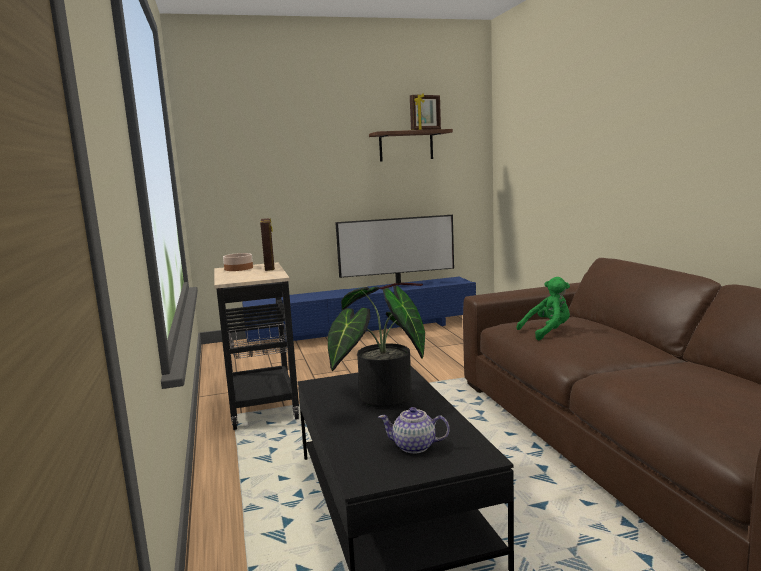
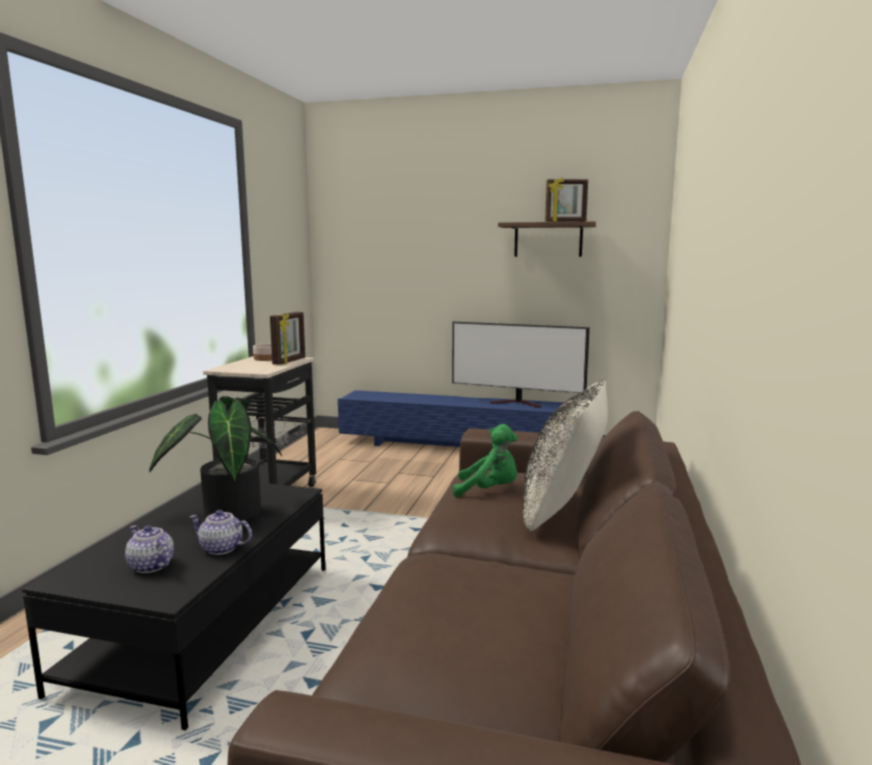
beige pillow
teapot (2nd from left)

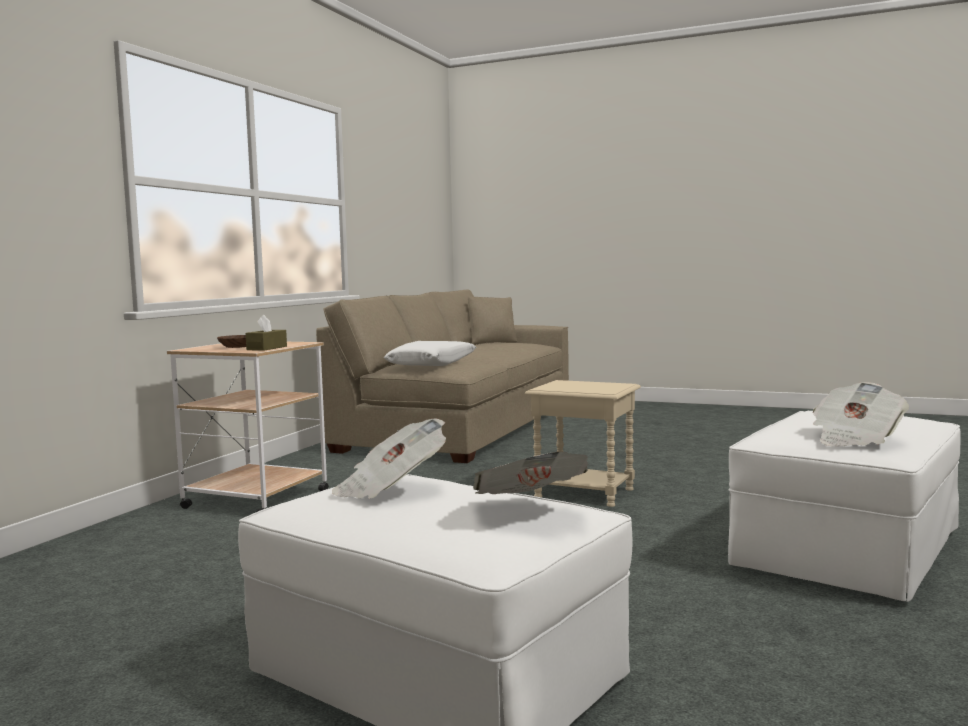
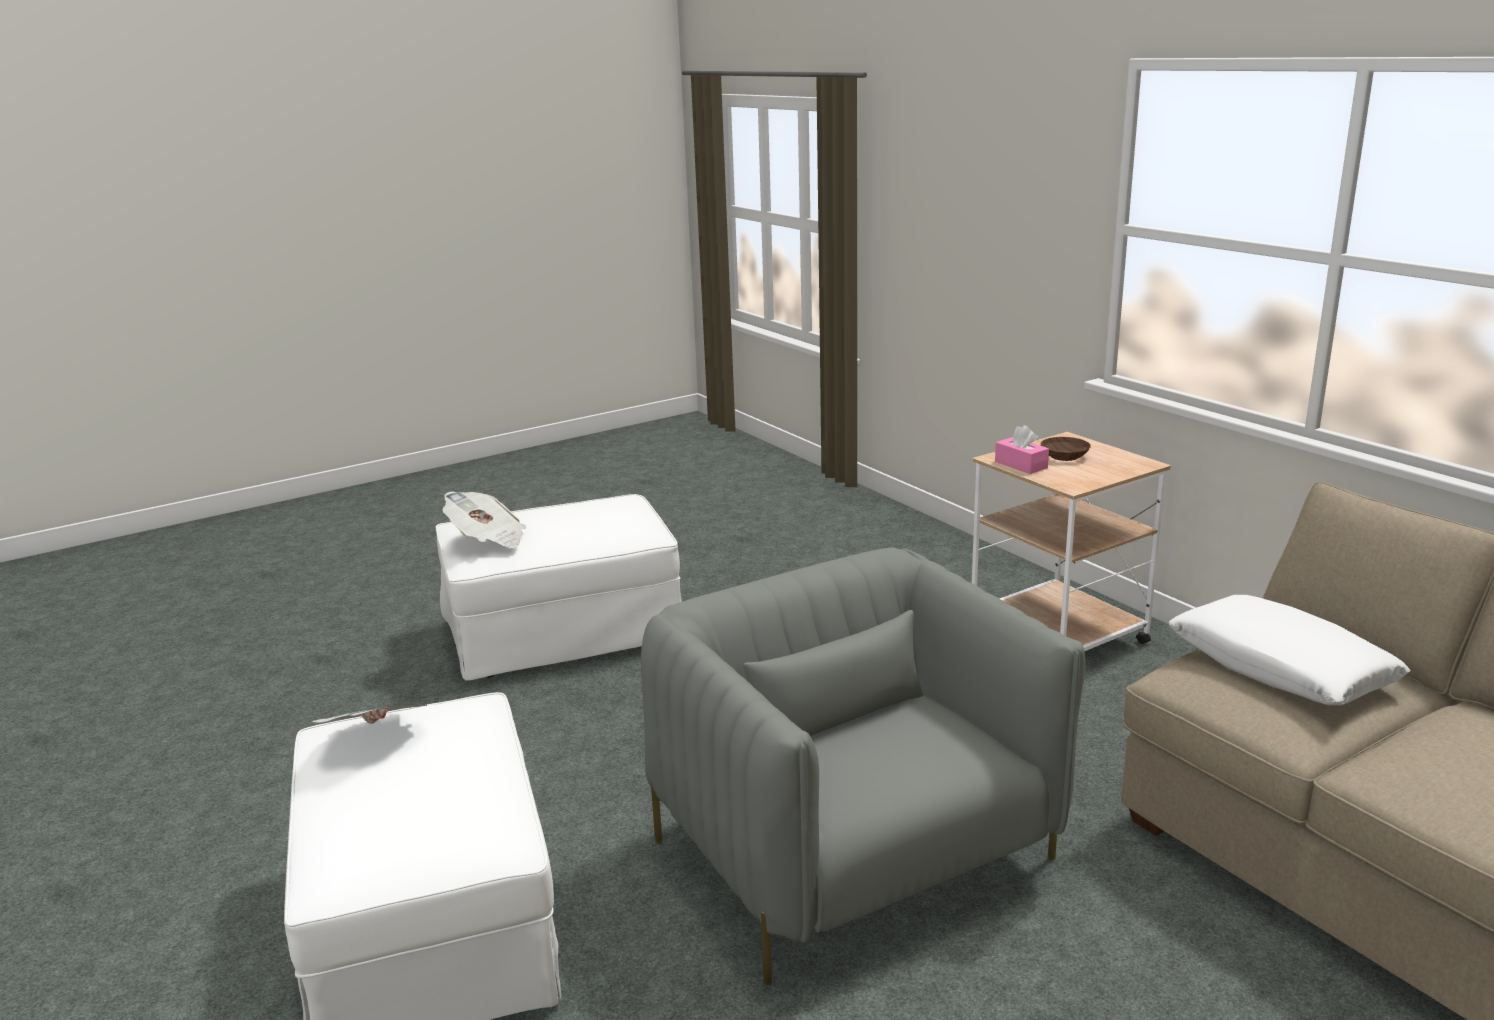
pink tissue box
grey armchair
newspaper (1st from left in the first image)

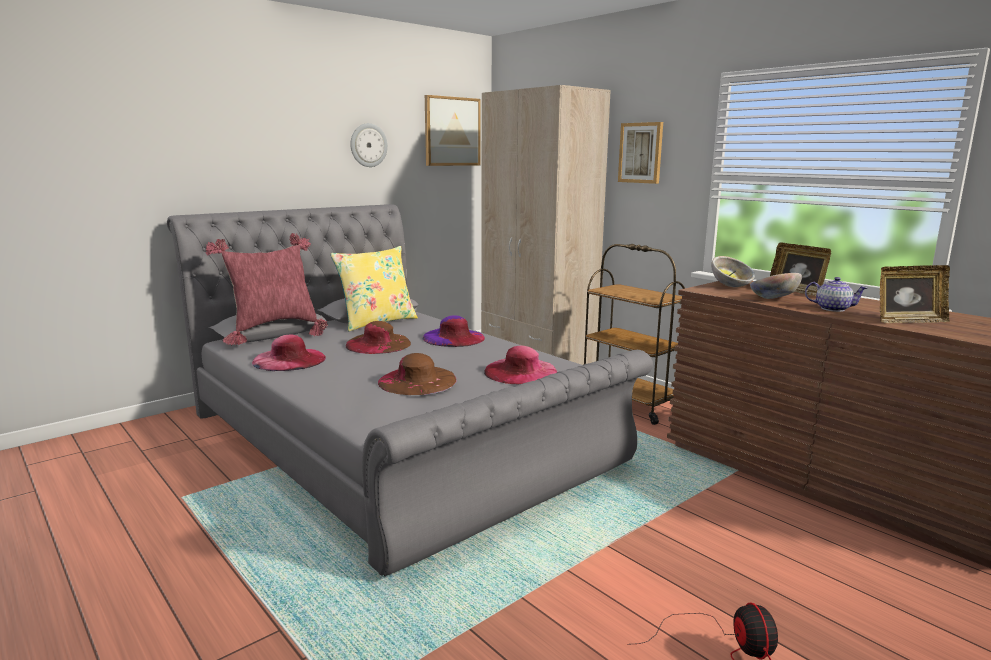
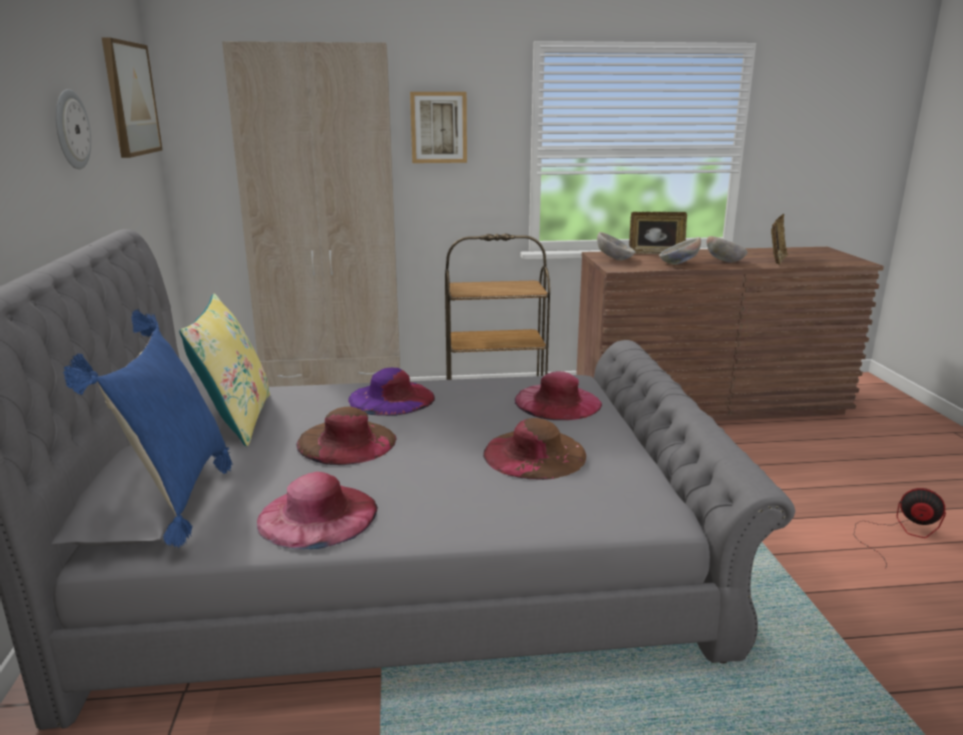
blue pillow
bowl (3rd from left)

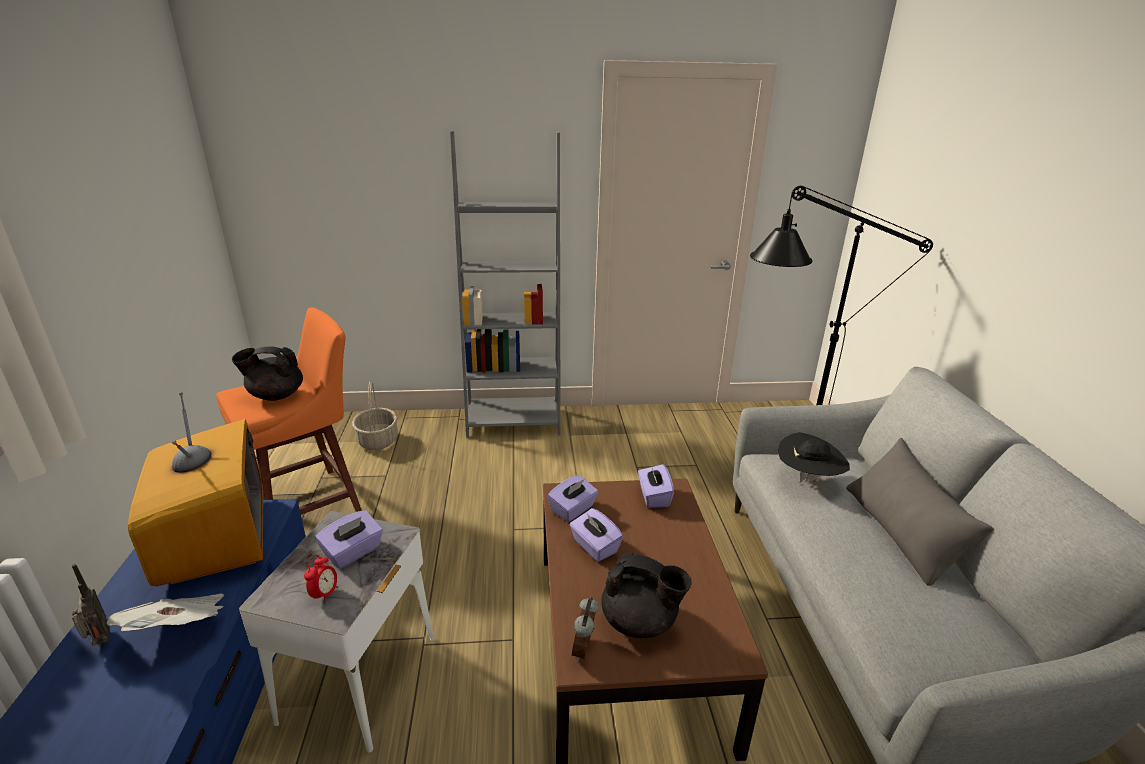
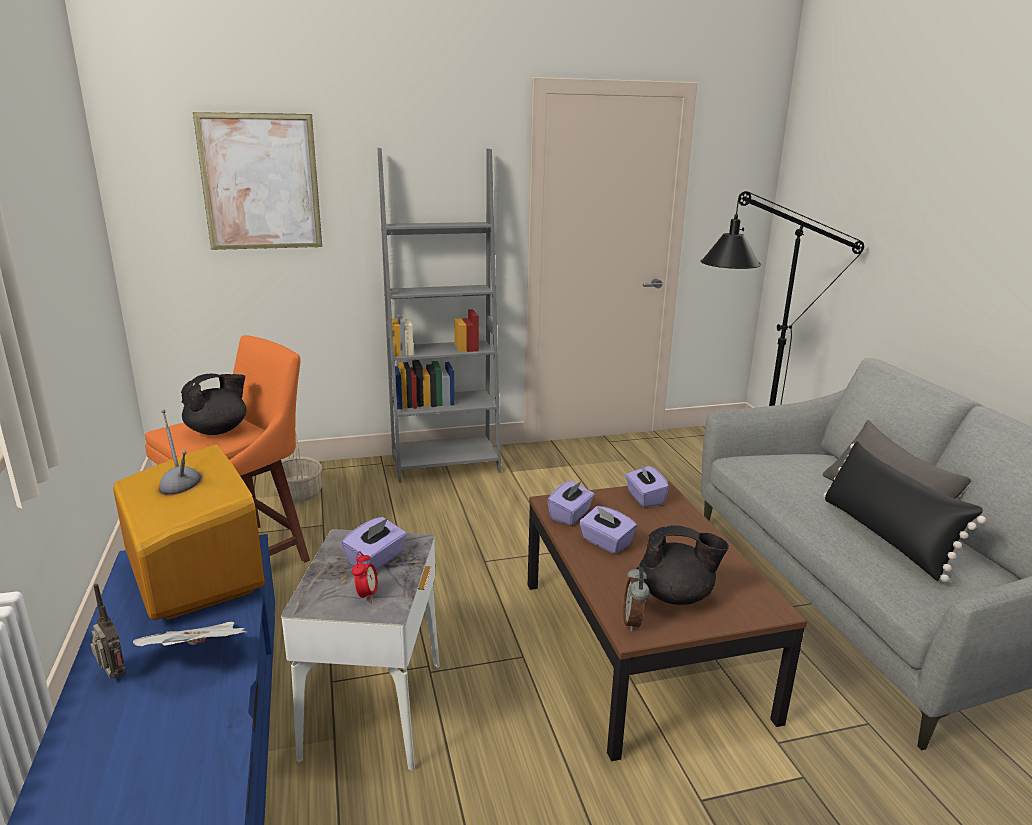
black teapot (1st from left)
black hat
picture
black pillow

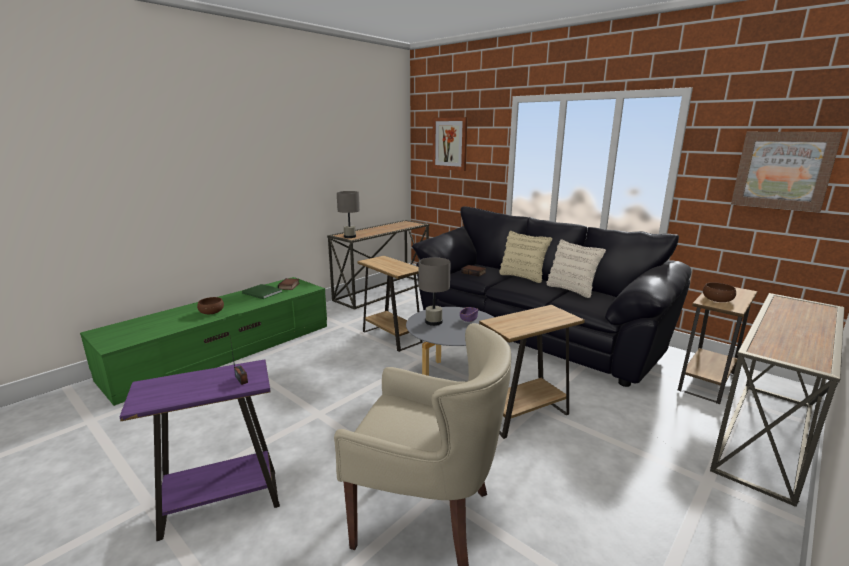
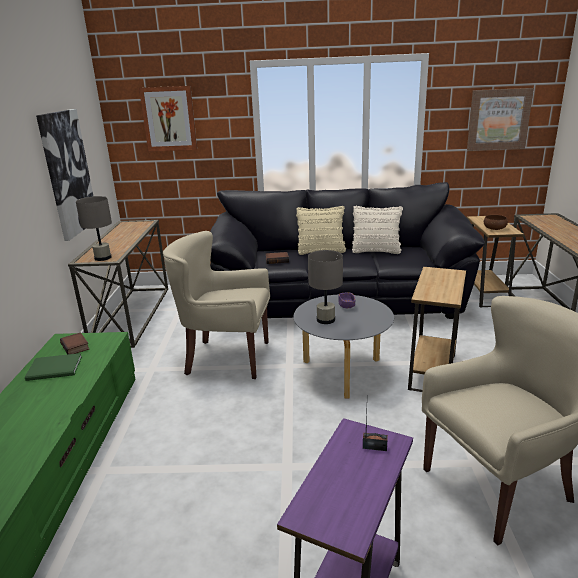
beige armchair (1st from left)
brown bowl (1st from left in the first image)
picture (1st from left)

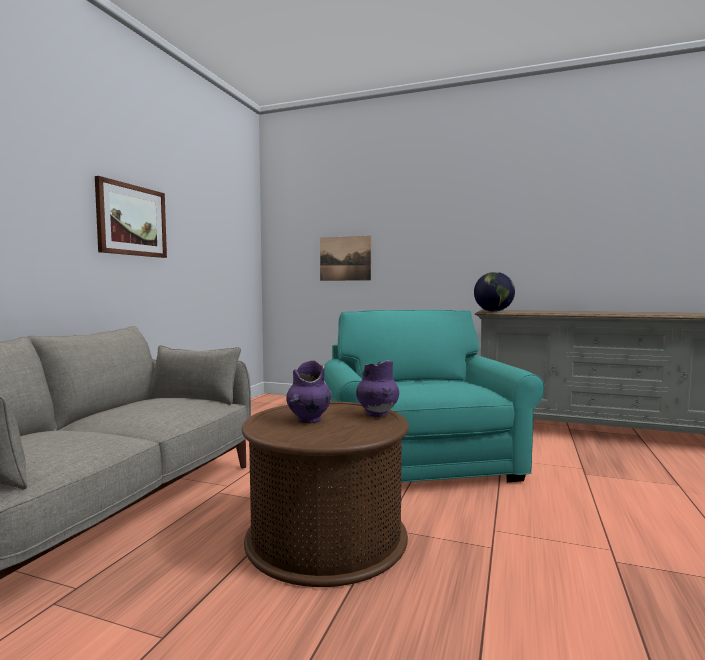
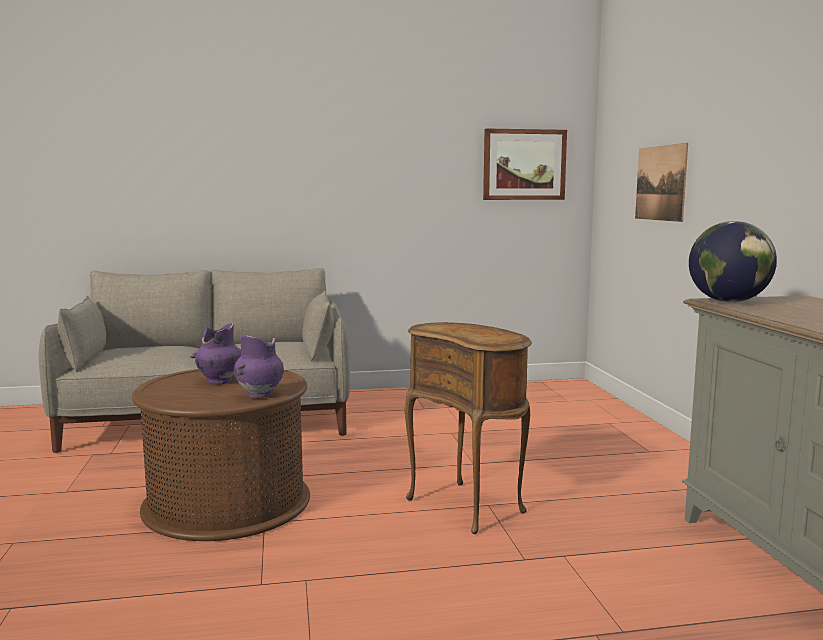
picture (1st from left)
brown side table

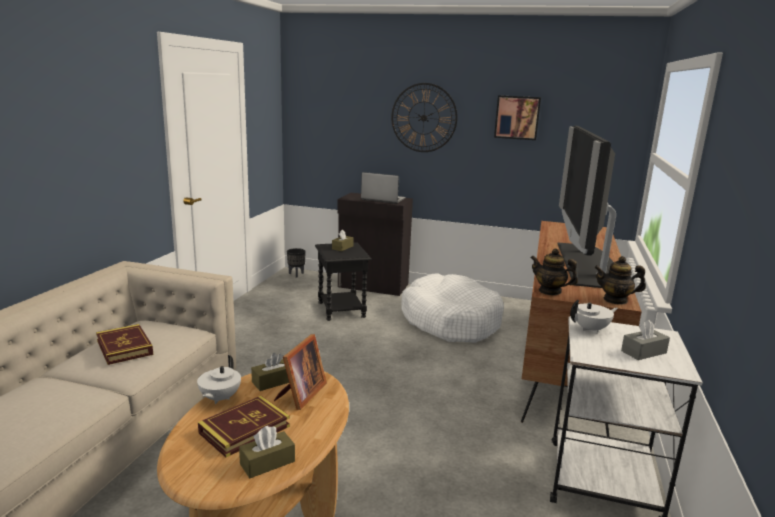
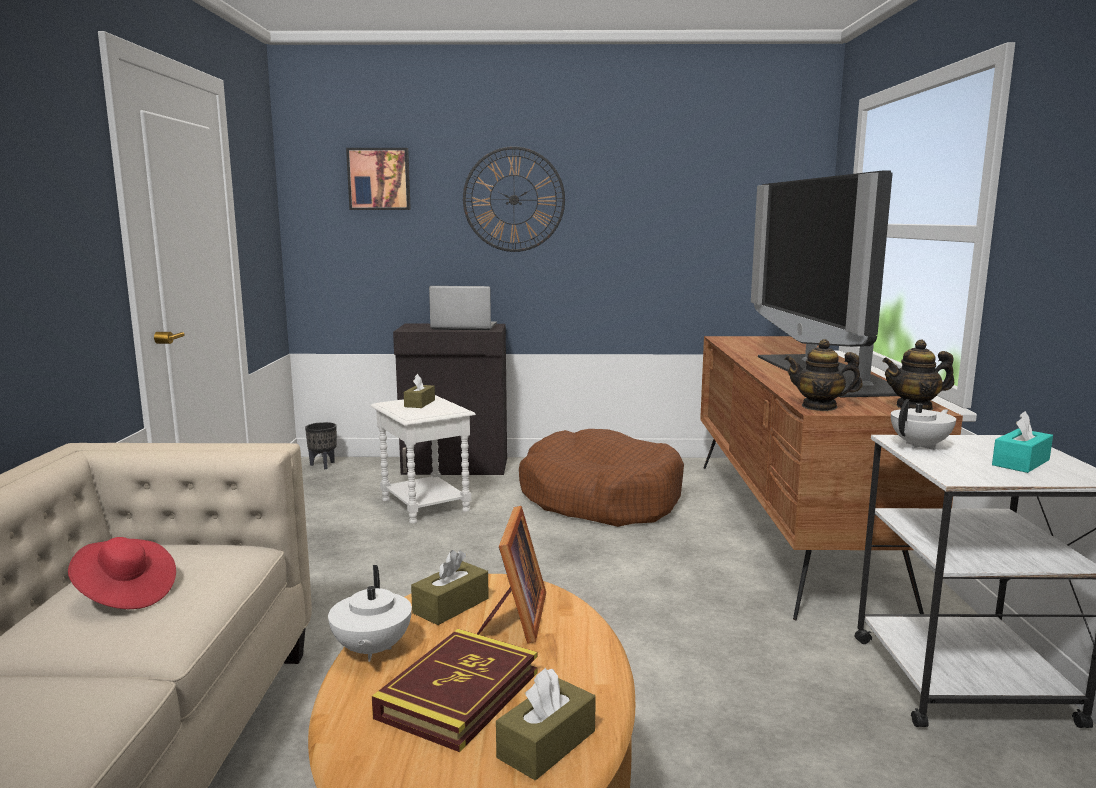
picture
white side table
brown dog bed
turquoise tissue box
red hat

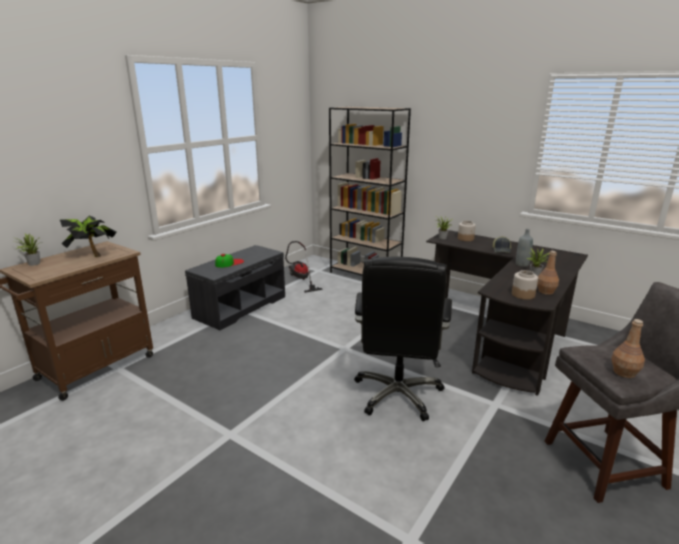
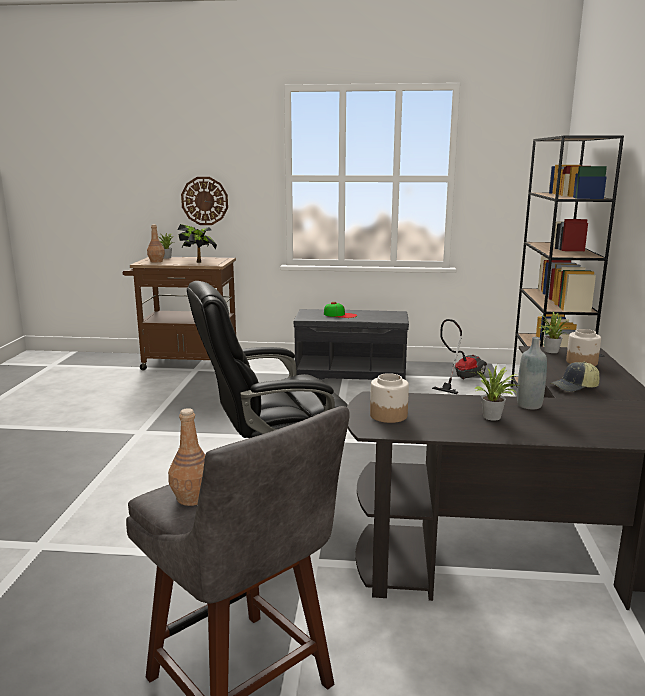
brown bottle (1st from left)
wall clock

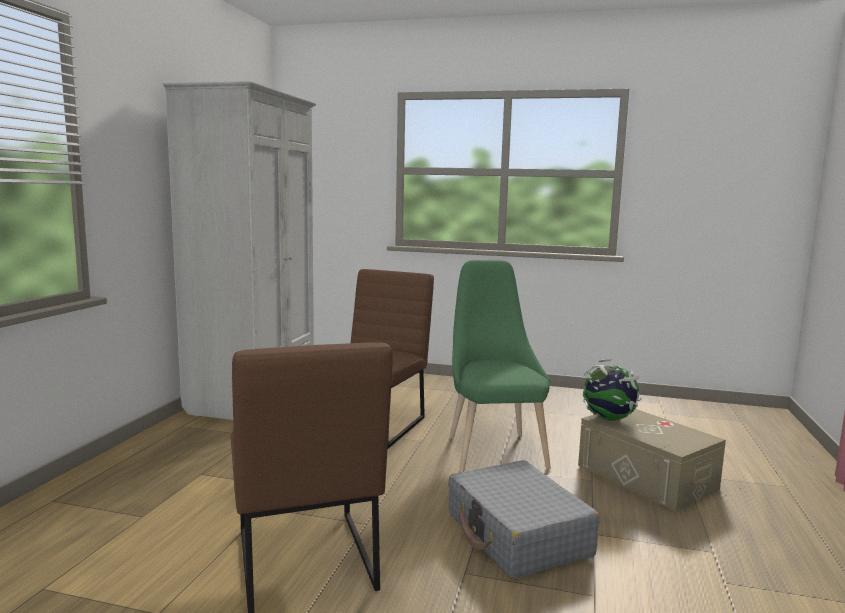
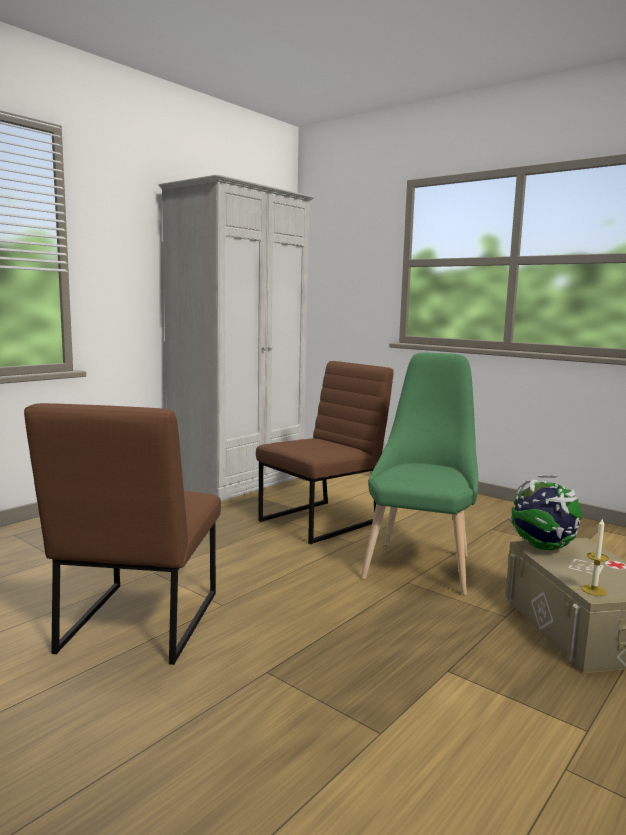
grey suitcase
candle

